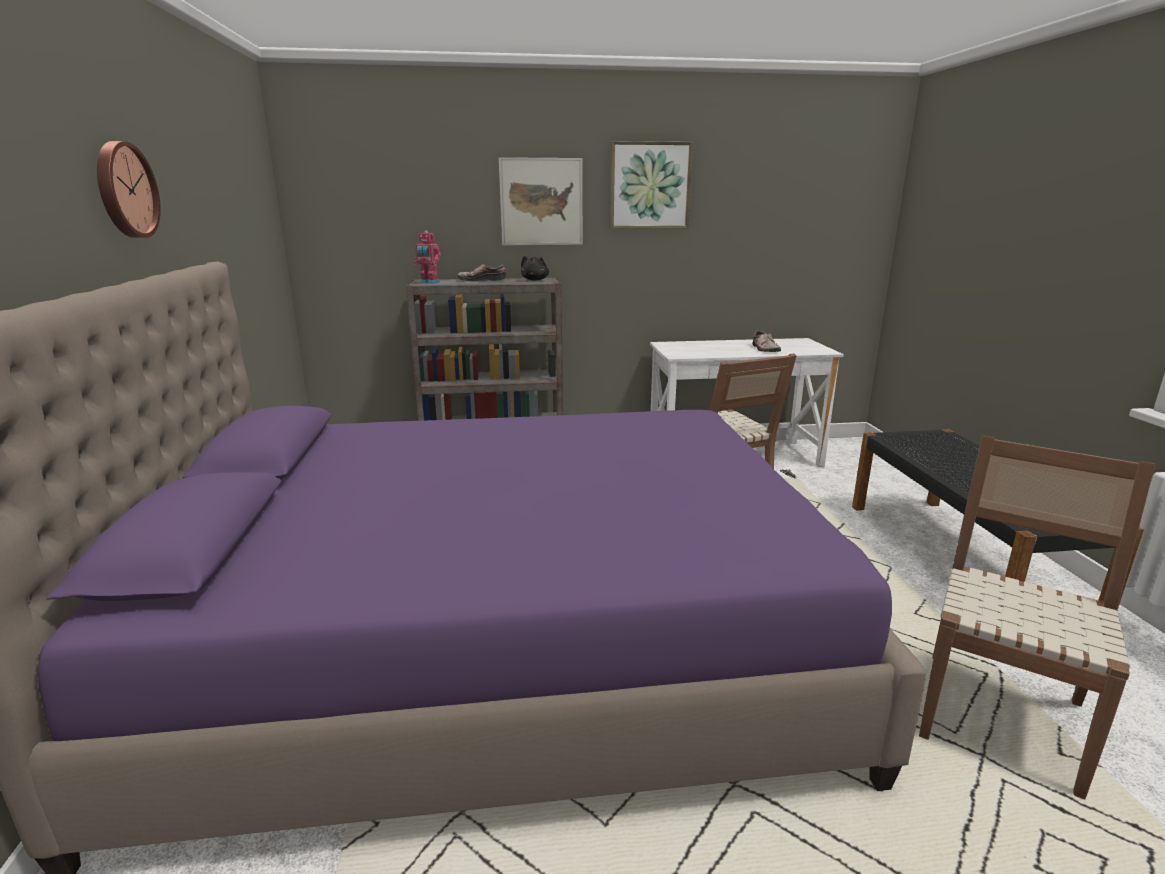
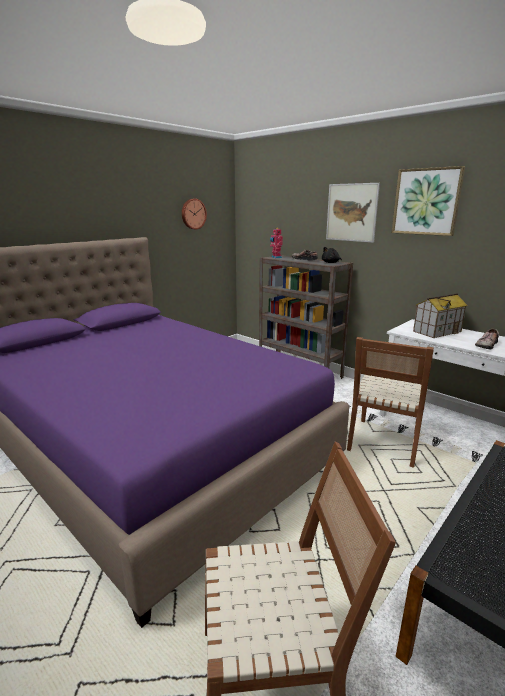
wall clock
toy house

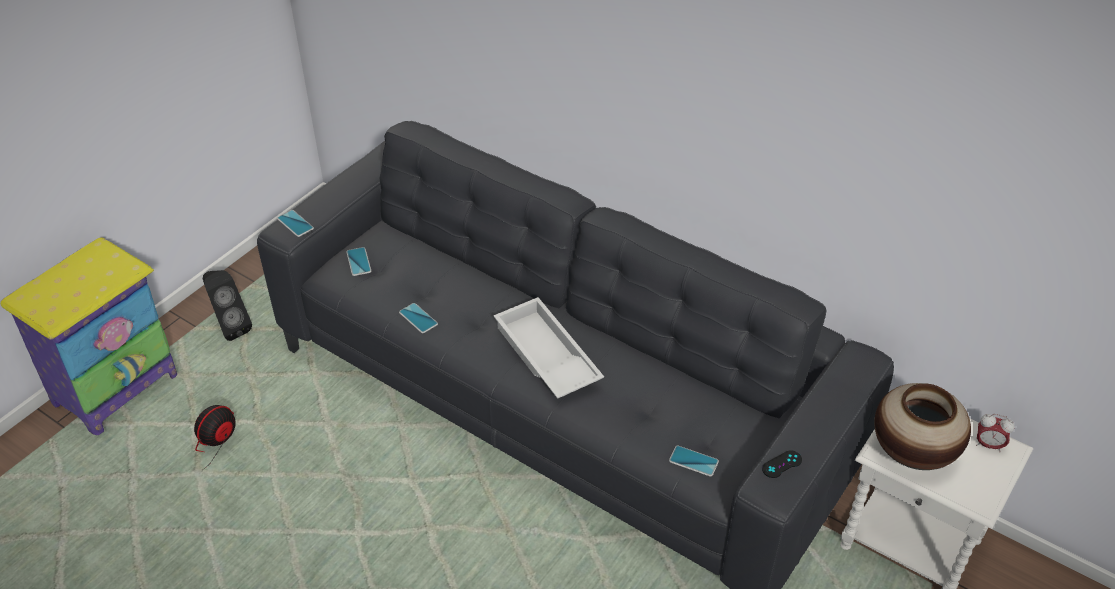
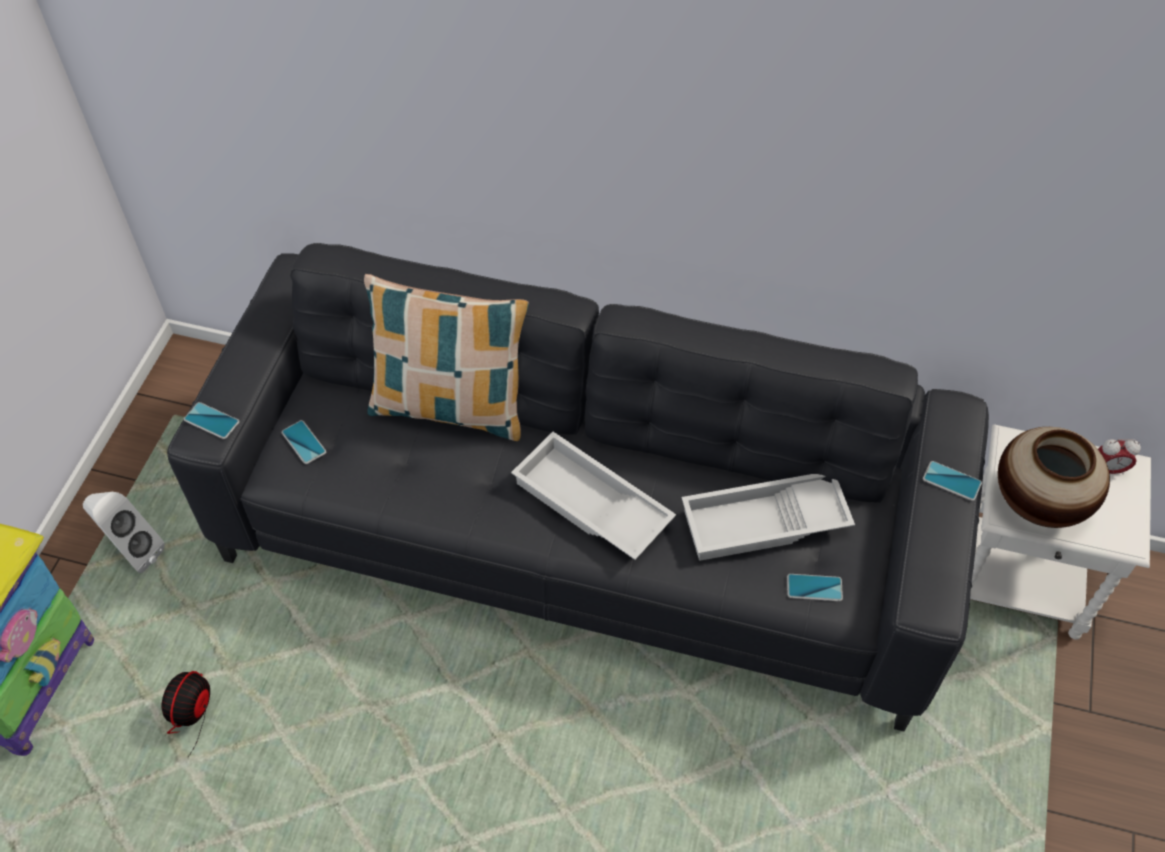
white speaker
phone (4th from left)
black game controller
pillow
white tray (2nd from left)

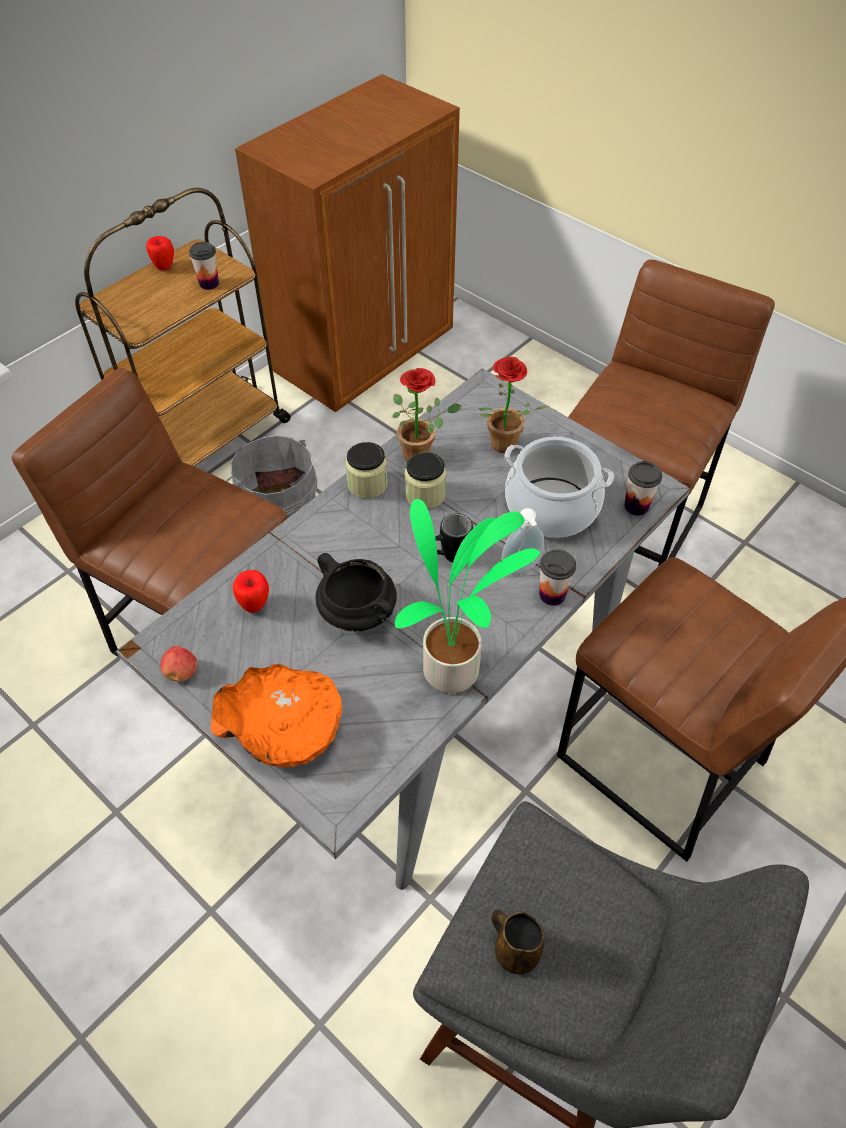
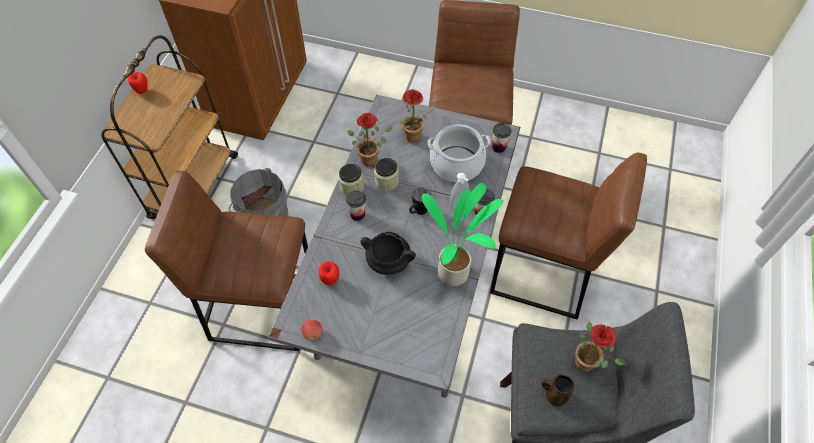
cup (1st from left)
orange bowl
potted plant (4th from left)

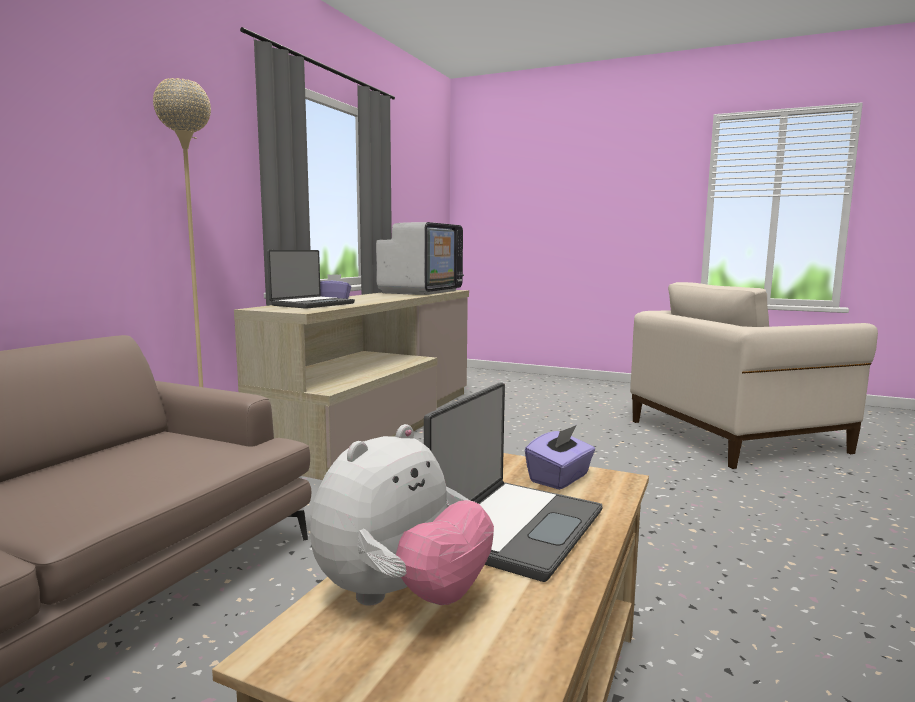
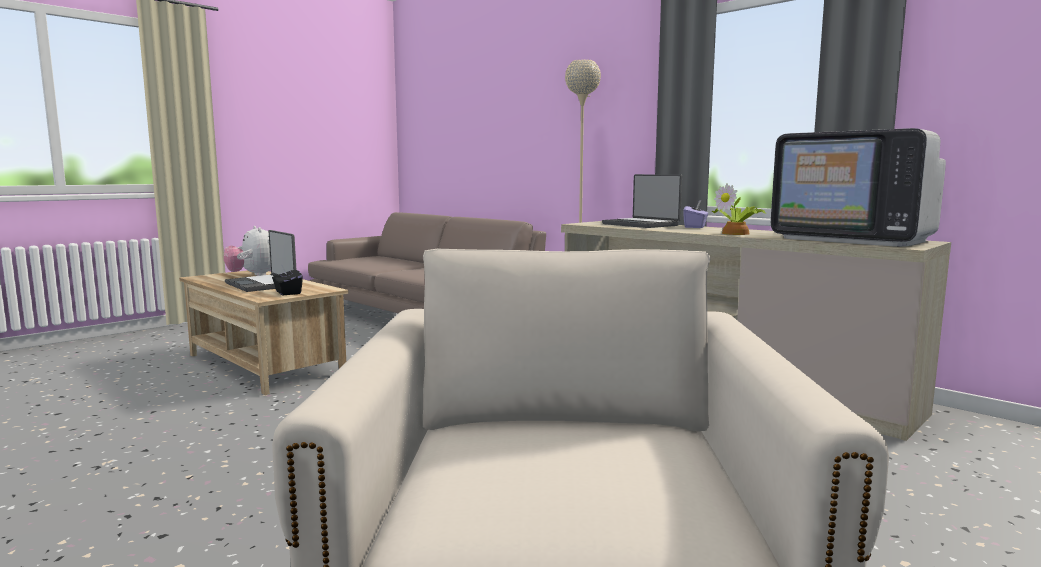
black tissue box
potted plant

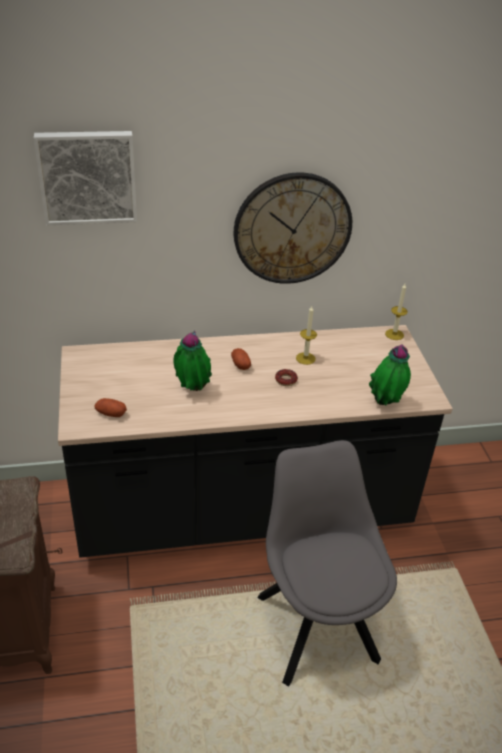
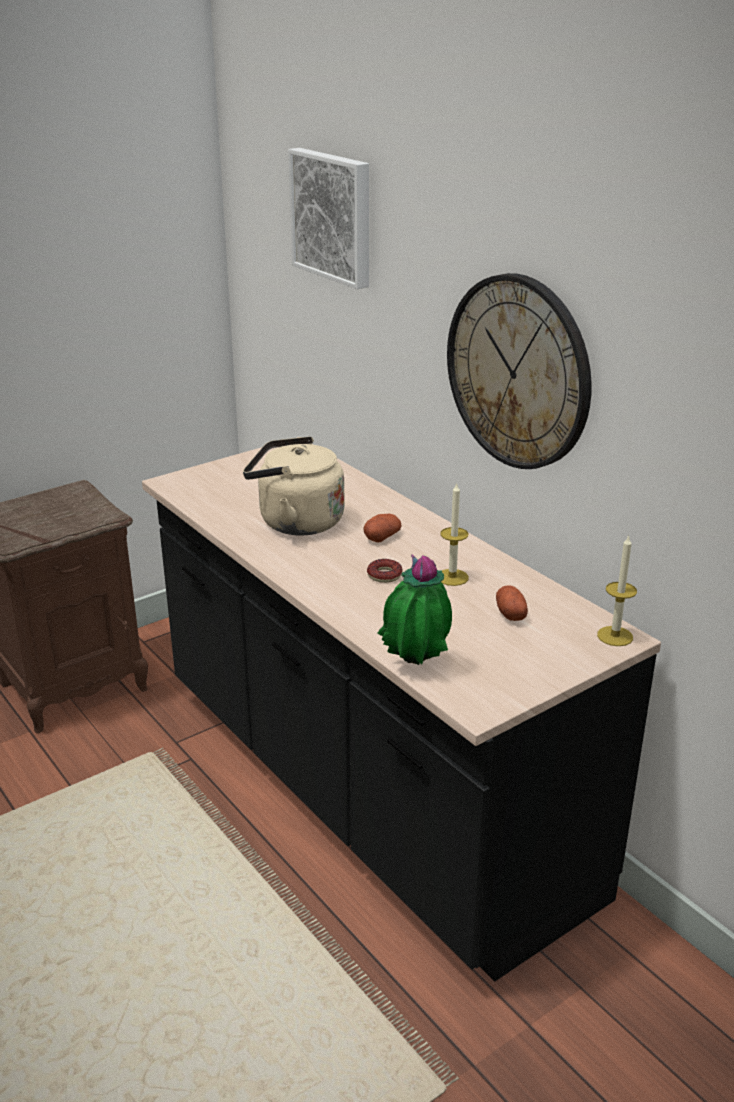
beige kettle
potato (2nd from left)
grey chair

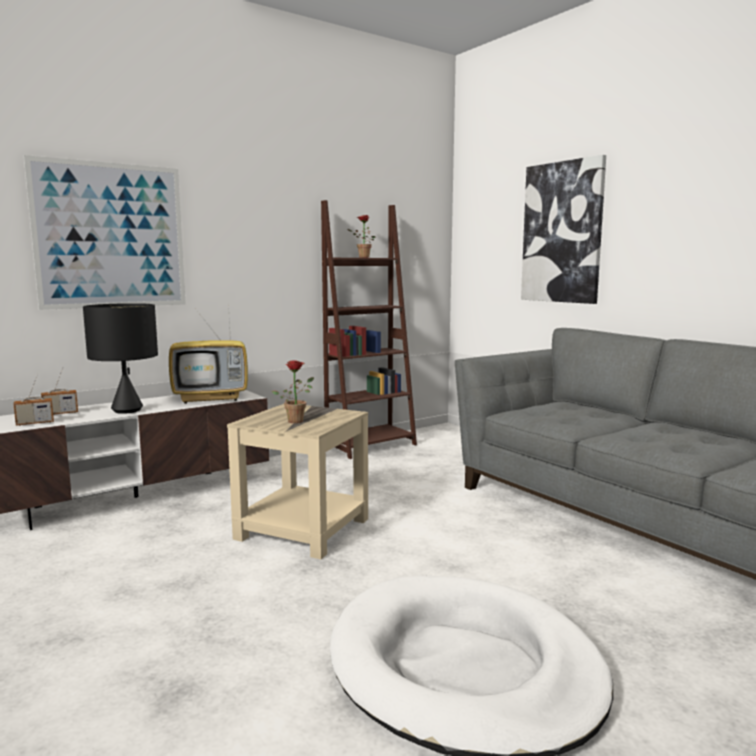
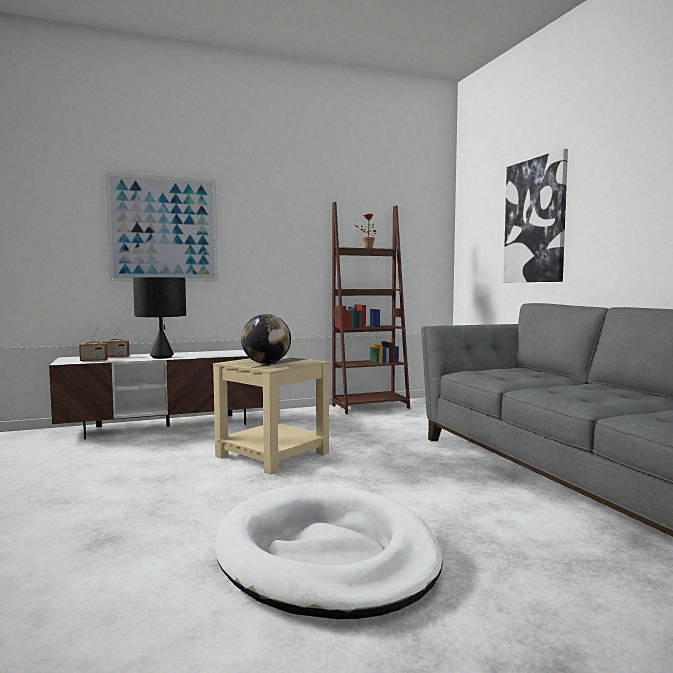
television
globe

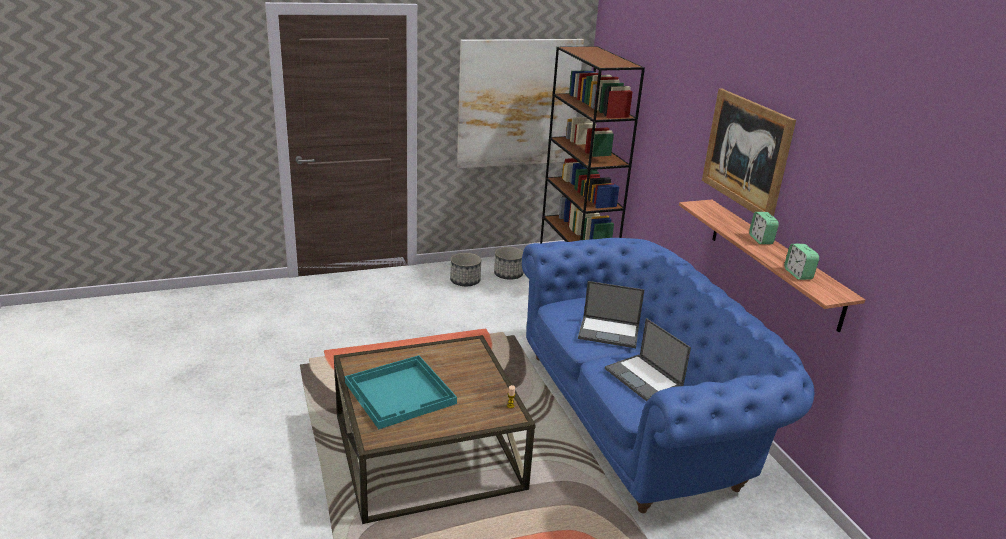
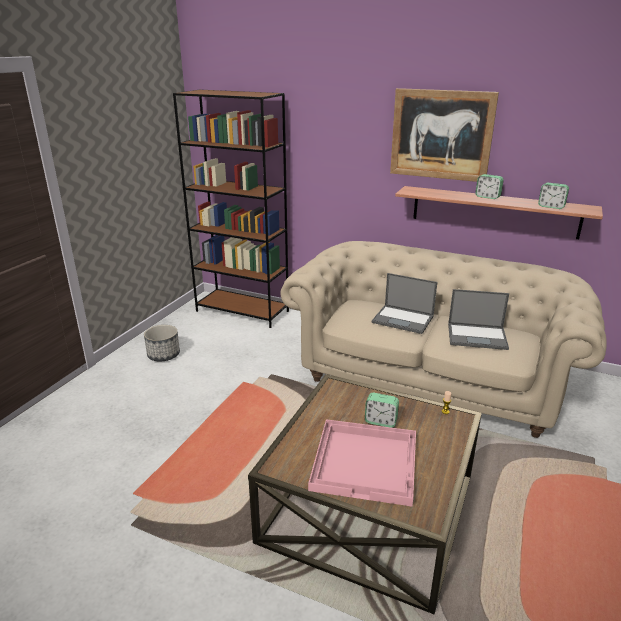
picture (1st from left in the first image)
beige sofa
planter (2nd from left in the first image)
laptop (1st from left)
pink tray
alarm clock (1st from left)

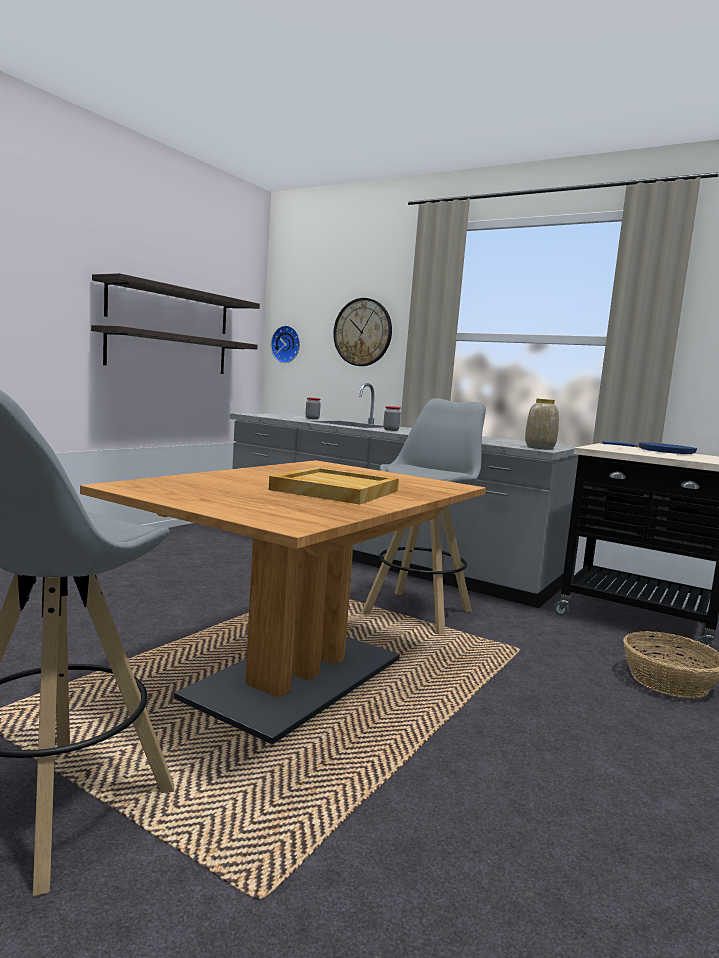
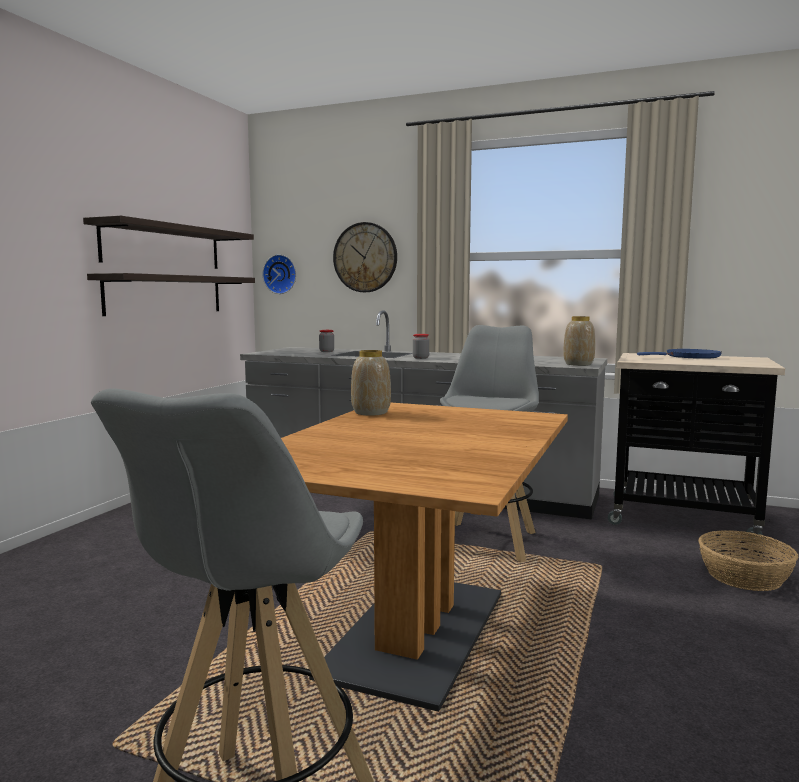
beige tray
vase (1st from left)

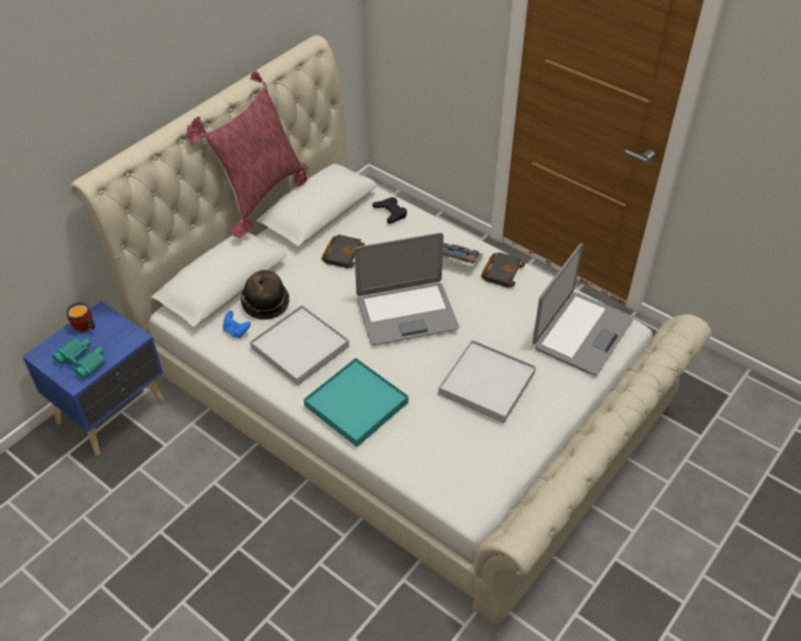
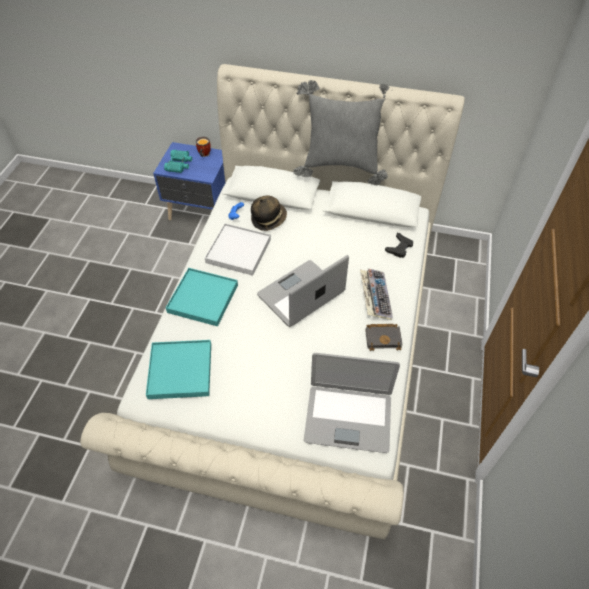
grey pillow
laptop (1st from left)
black book (1st from left in the first image)
white tray (2nd from left in the first image)
turquoise tray (1st from left)

